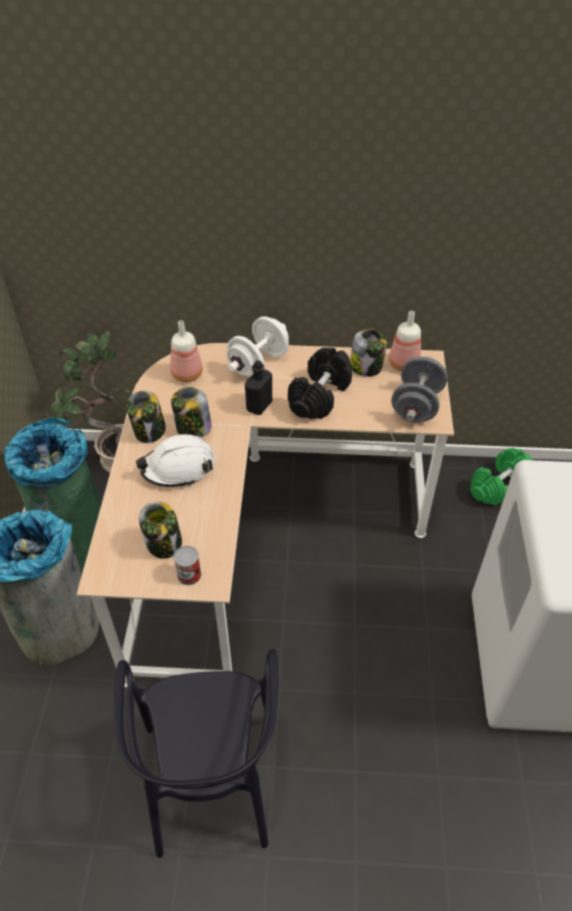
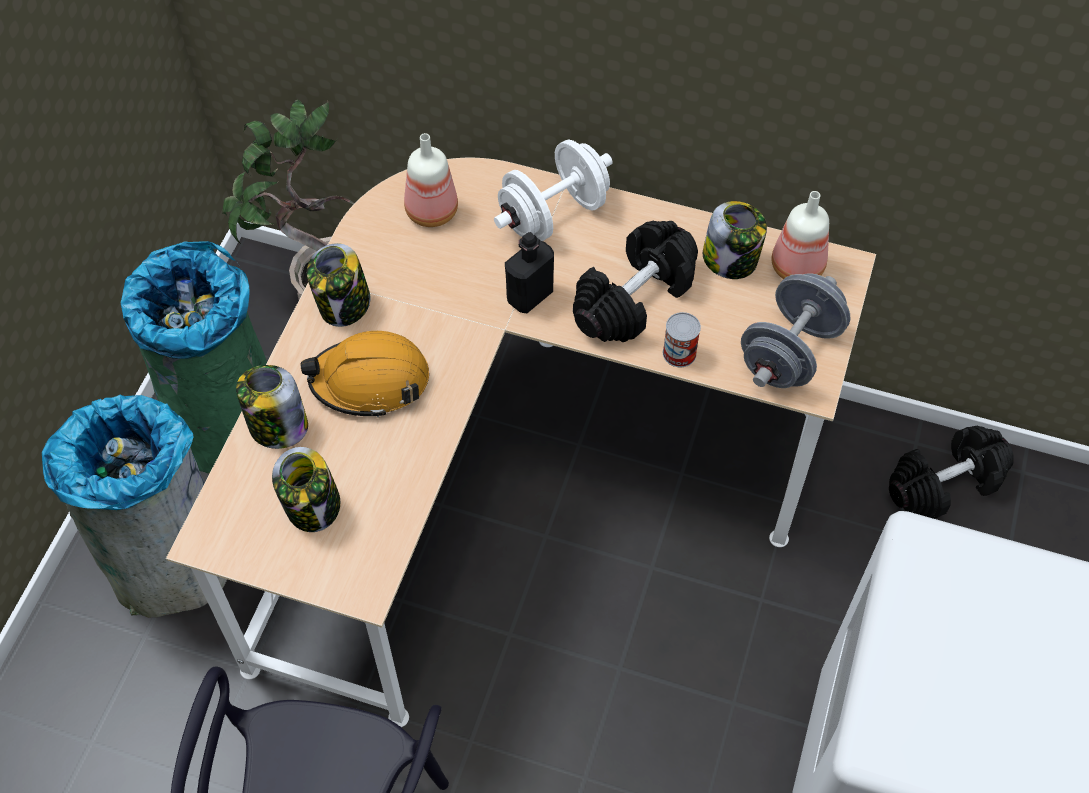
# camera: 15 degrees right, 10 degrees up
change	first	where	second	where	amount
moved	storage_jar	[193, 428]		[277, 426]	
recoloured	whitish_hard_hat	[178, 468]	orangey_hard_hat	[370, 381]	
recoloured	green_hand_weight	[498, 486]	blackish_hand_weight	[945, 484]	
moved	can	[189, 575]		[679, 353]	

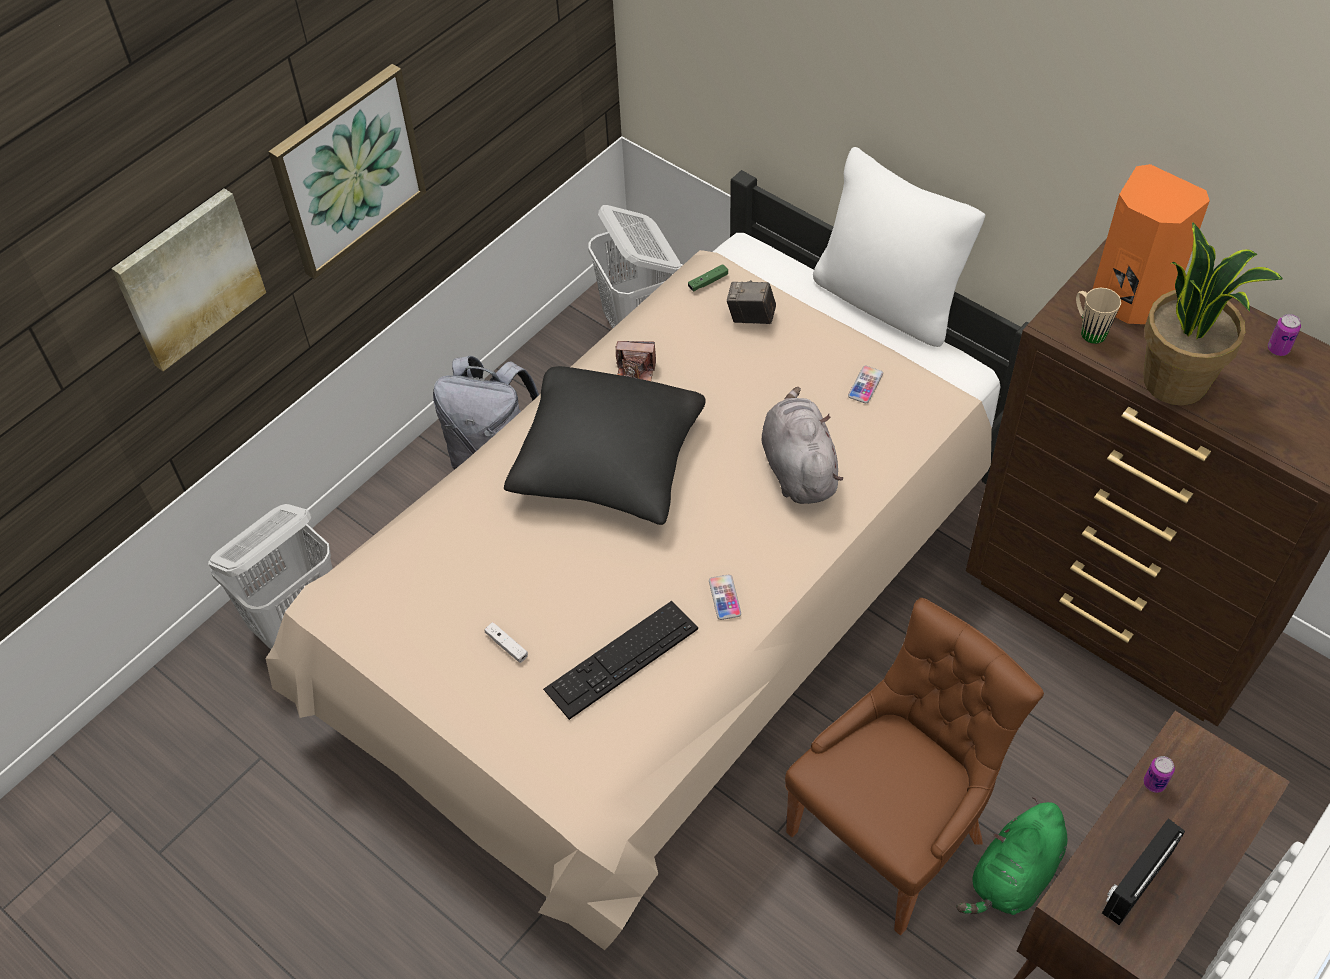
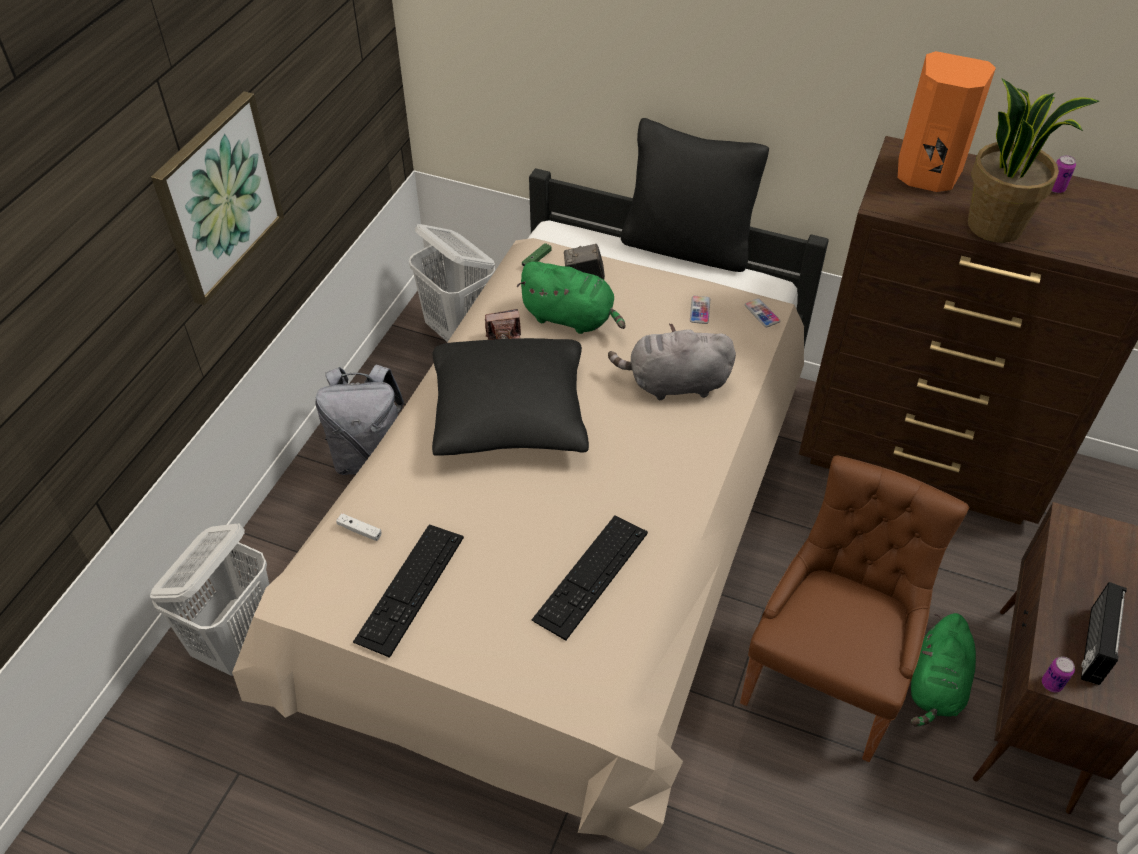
# camera: 20 degrees left, 5 degrees down
change	first	where	second	where	amount
recoloured	whitish_cushion	[888, 301]	blackish_cushion	[687, 246]	
removed	wall_picture	[188, 278]			
removed	sand-coloured_coffee_mug	[1088, 330]			
turned	greyish_soft_toy	[798, 467]		[674, 384]	60 degrees counterclockwise
moved	handset	[724, 598]		[762, 313]	
moved	whitish_joypad	[506, 645]		[359, 530]	
moved	can	[1154, 783]		[1051, 684]	
added			green_soft_toy	[571, 318]	
added			PC_keyboard	[410, 588]	

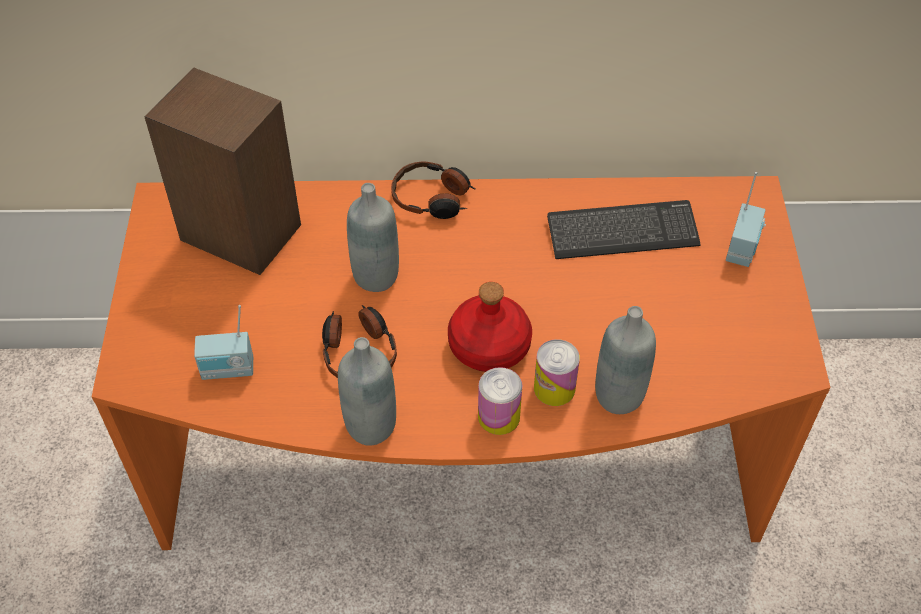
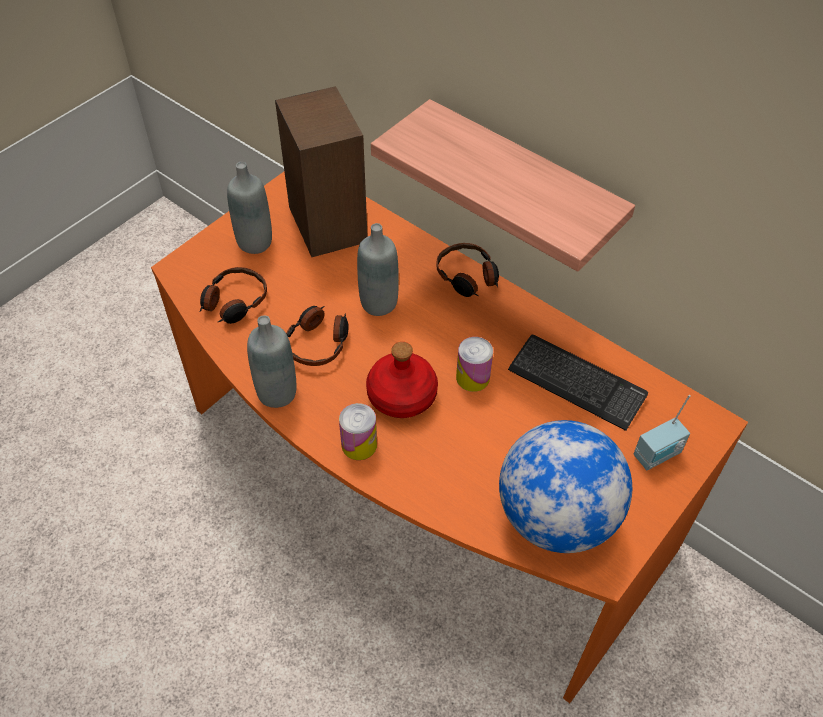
# camera: 40 degrees right, 0 degrees up
change	first	where	second	where	amount
replaced	radio	[228, 370]	headphones	[234, 302]	
moved	greyish_bottle	[619, 396]		[255, 242]	
moved	can	[554, 388]		[472, 377]	
added			shelf	[522, 184]	
added			world_globe	[555, 517]	

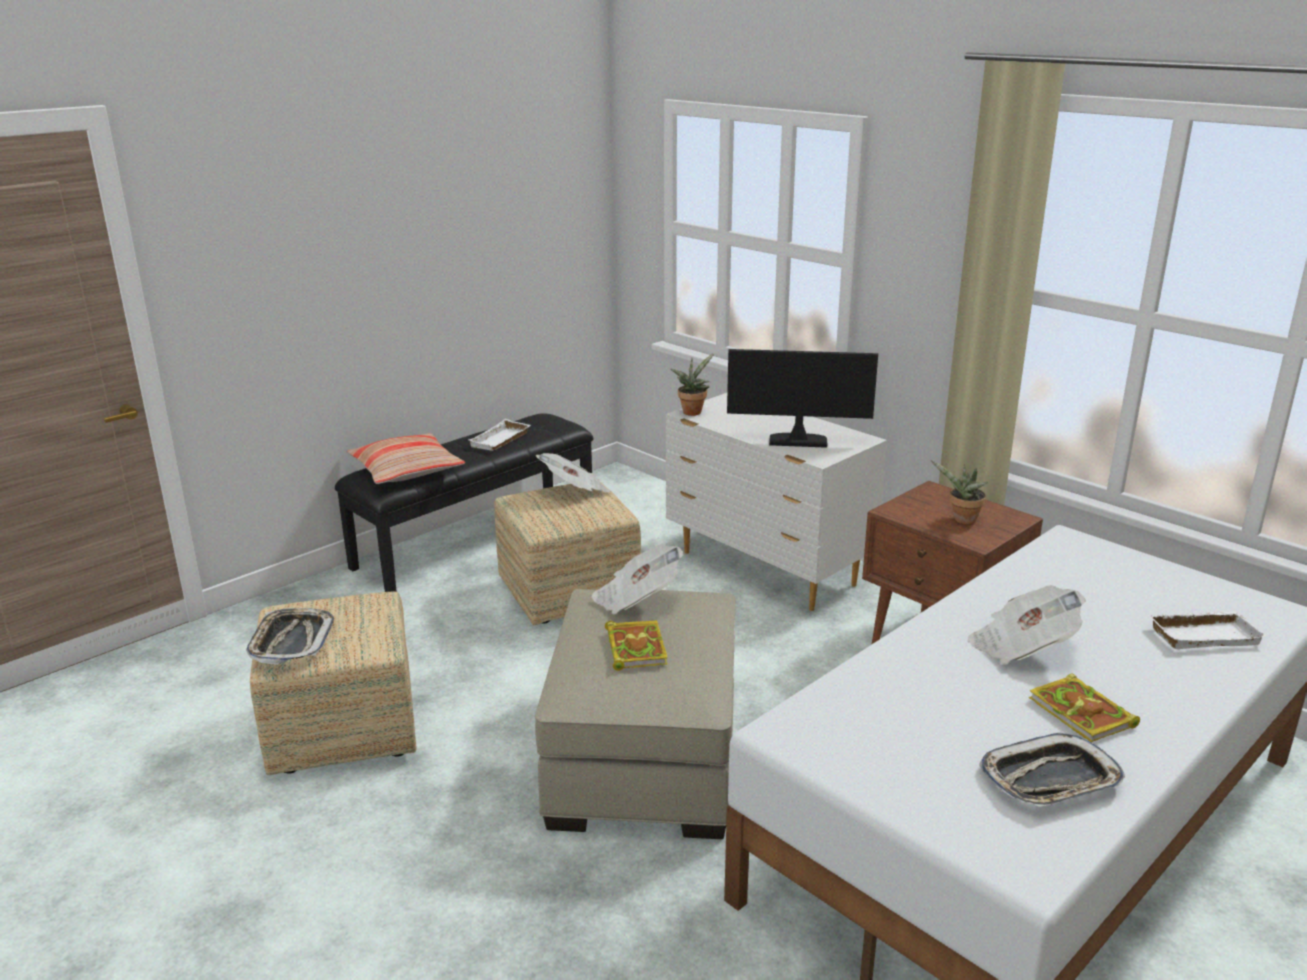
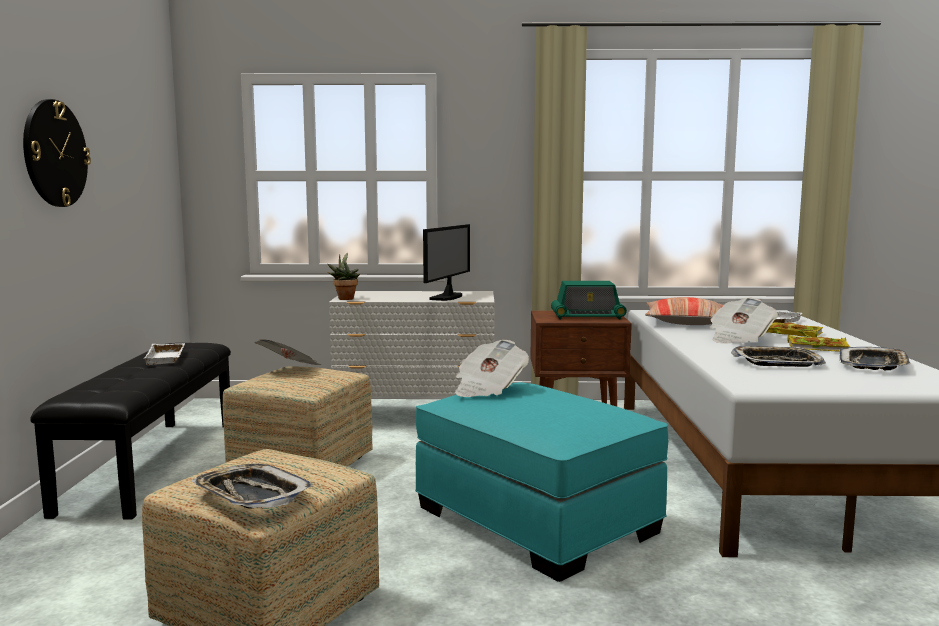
# camera: 45 degrees left, 15 degrees down
change	first	where	second	where	amount
turned	computer_display	[798, 441]		[448, 297]	150 degrees clockwise
moved	cushion	[406, 470]		[686, 322]	
replaced	houseplant	[962, 520]	radio	[587, 317]	
recoloured	sand-coloured_ottoman	[644, 758]	turquoise-coloured_ottoman	[537, 520]	
moved	bound_book	[635, 647]		[791, 333]	
added			hanging_clock	[55, 153]	
added			tray	[777, 362]	

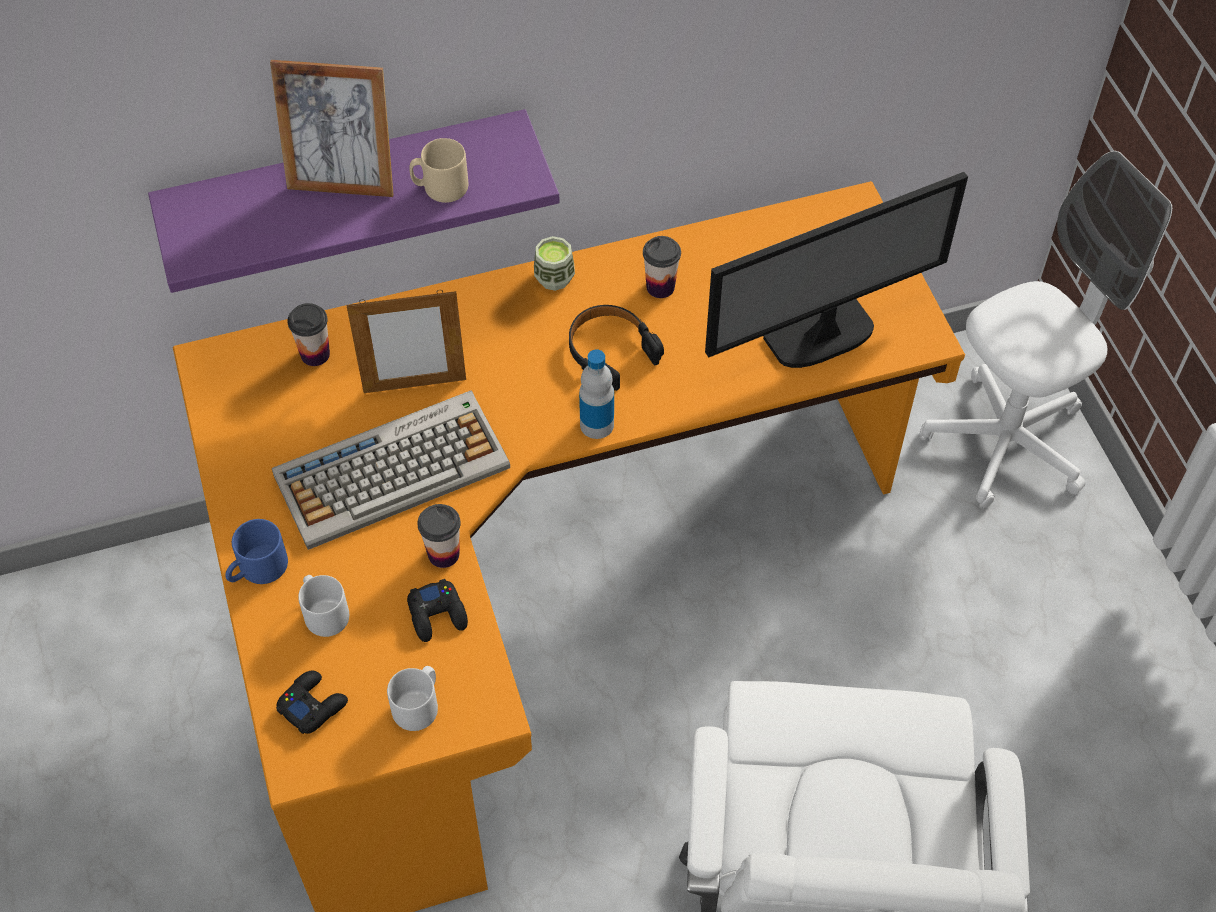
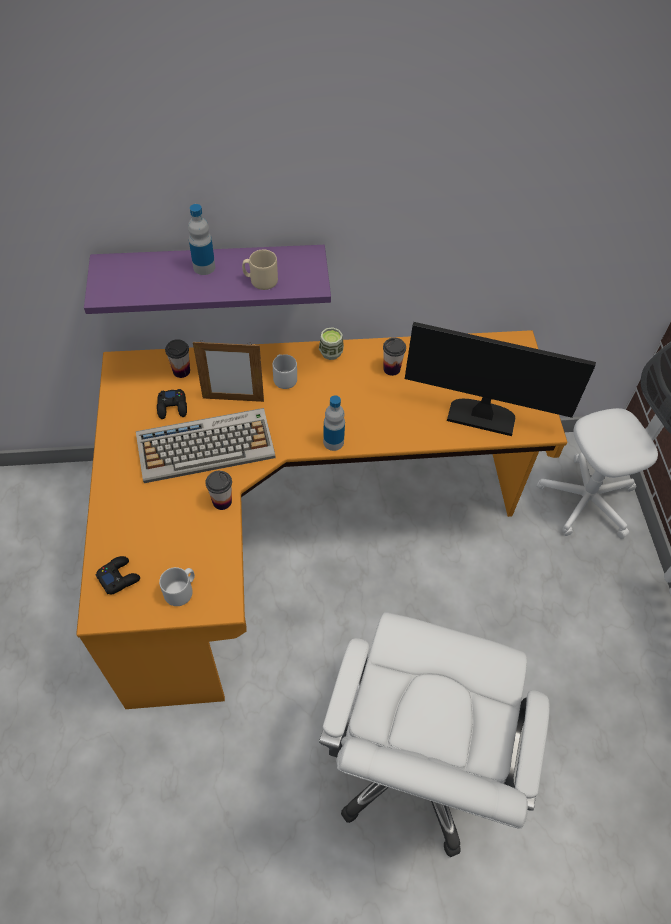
# camera: 10 degrees right, 0 degrees up
change	first	where	second	where	amount
replaced	photo_frame	[343, 181]	bottle	[204, 267]	
turned	computer_display	[822, 338]		[481, 416]	150 degrees counterclockwise
removed	blackish_headphones	[610, 351]			
removed	blue_coffee_mug	[257, 570]			
moved	greyish_coffee_mug	[324, 613]		[284, 378]	
moved	blackish_joypad	[437, 614]		[172, 407]	

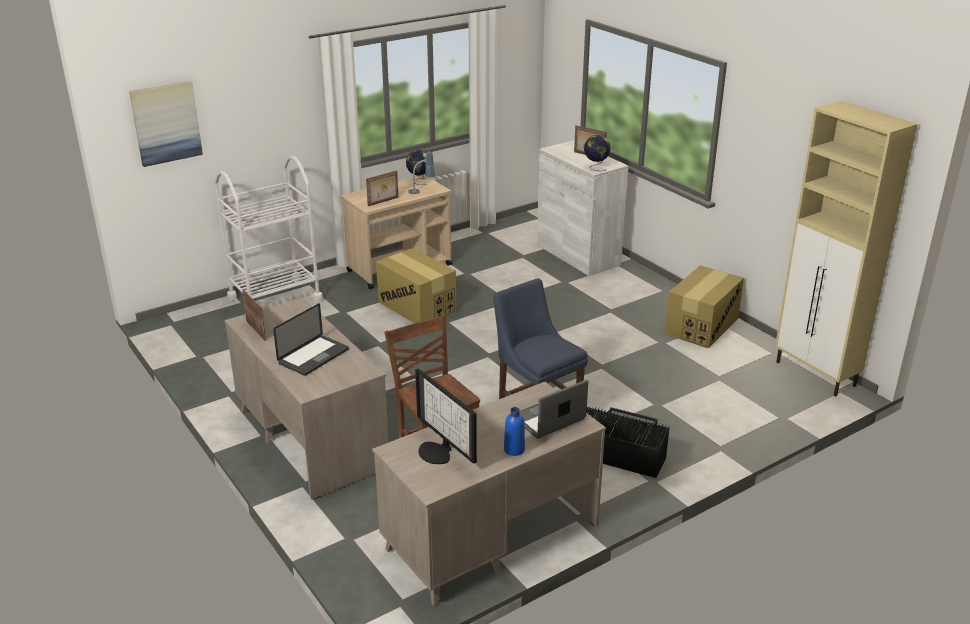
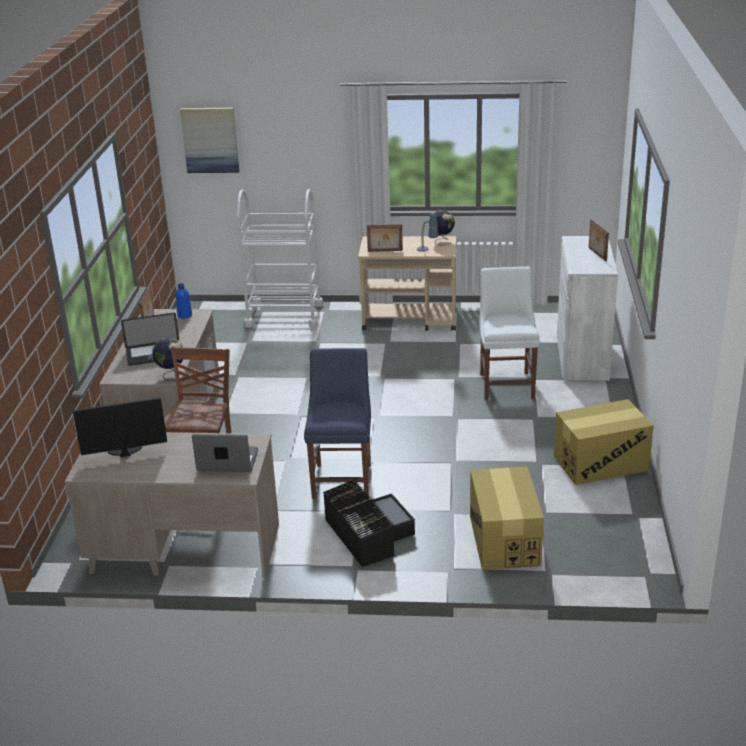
# camera: 40 degrees right, 0 degrees up
change	first	where	second	where	amount
removed	sand-coloured_storage_cabinet	[816, 374]			
moved	world_globe	[596, 167]		[171, 374]	
moved	packing_box	[416, 306]		[504, 540]	
turned	computer_display	[438, 452]		[124, 451]	75 degrees clockwise
moved	blue_bottle	[514, 449]		[184, 315]	
added			whitish_upright_chair	[506, 384]	

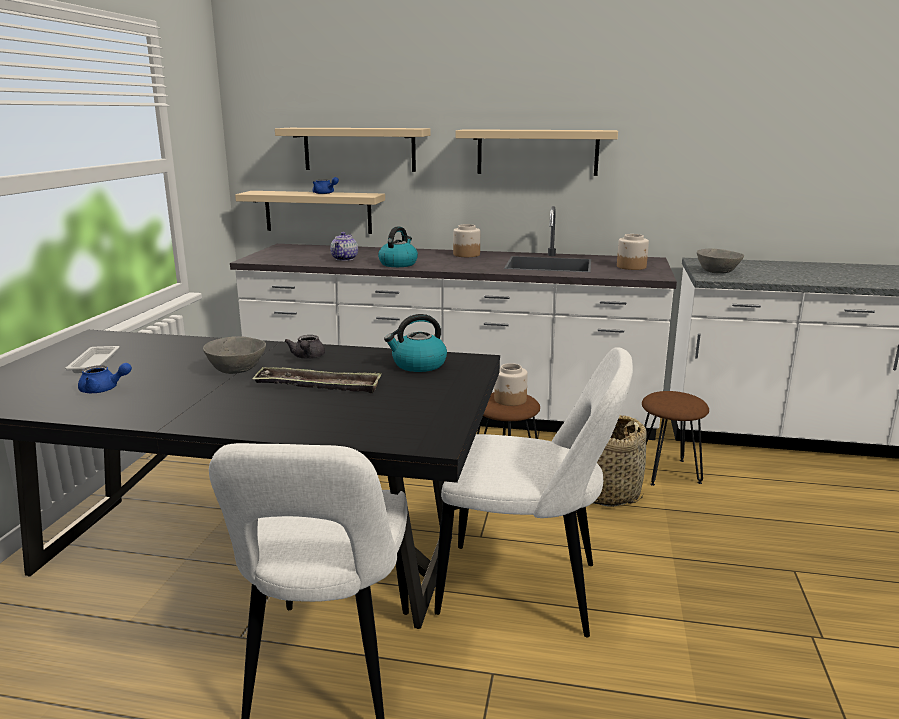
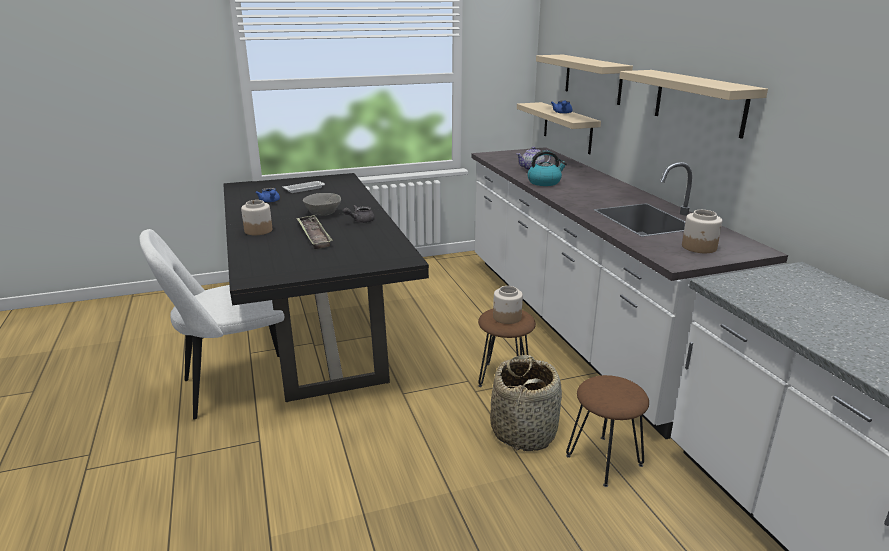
# camera: 60 degrees right, 5 degrees up
change	first	where	second	where	amount
moved	storage_jar	[466, 255]		[258, 230]	
removed	greyish_deep_dish	[717, 272]			
removed	tea_kettle	[418, 365]			
removed	whitish_upright_chair	[527, 590]			

